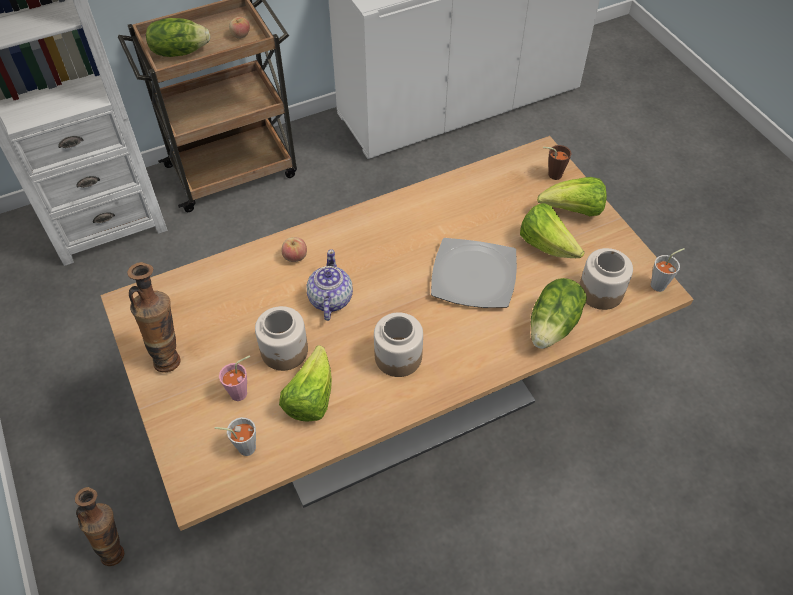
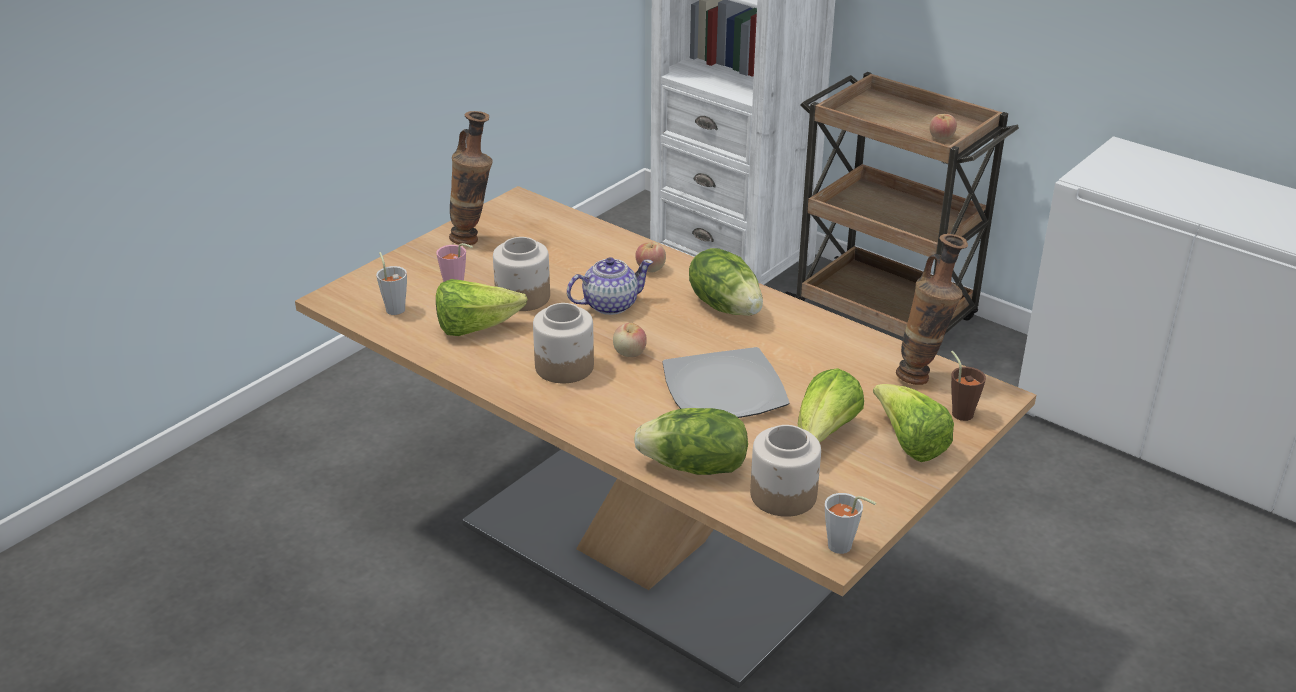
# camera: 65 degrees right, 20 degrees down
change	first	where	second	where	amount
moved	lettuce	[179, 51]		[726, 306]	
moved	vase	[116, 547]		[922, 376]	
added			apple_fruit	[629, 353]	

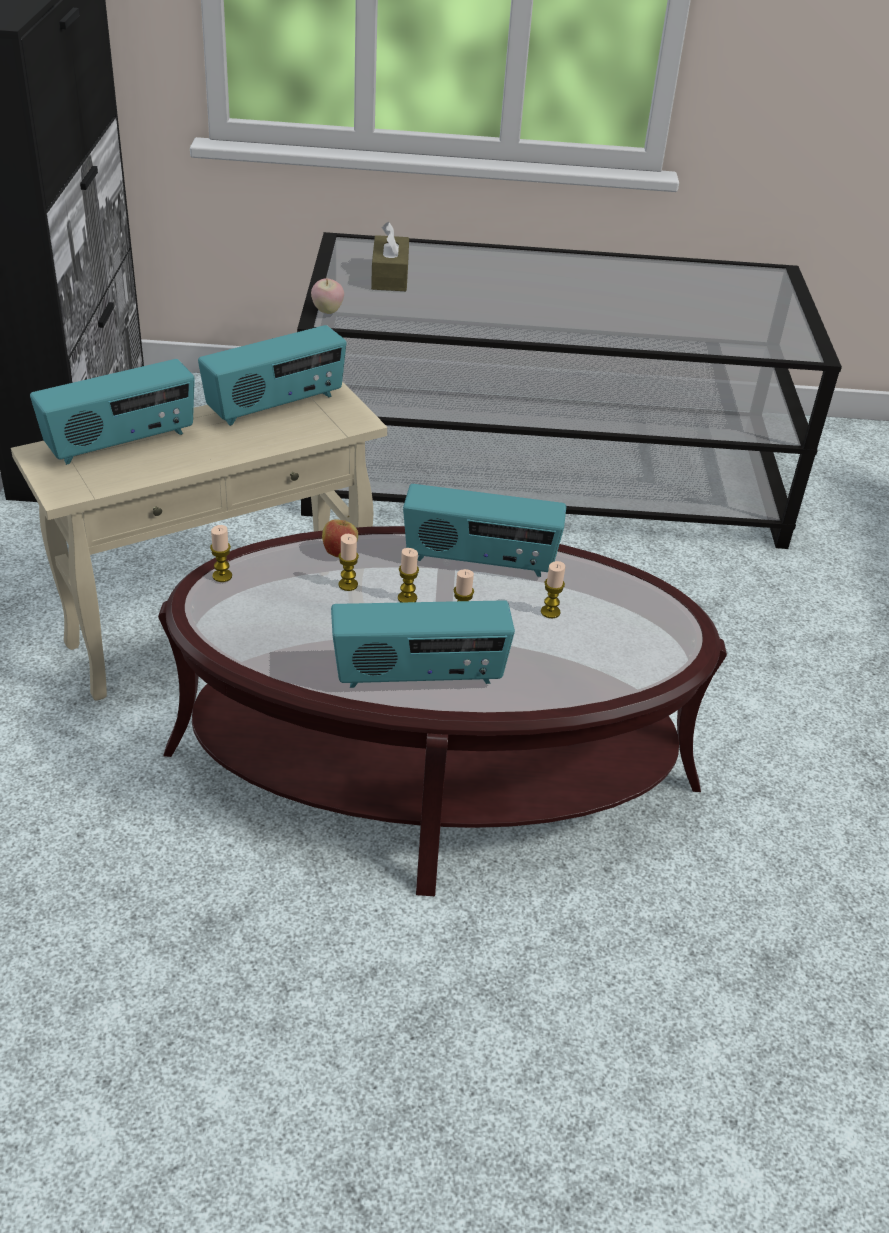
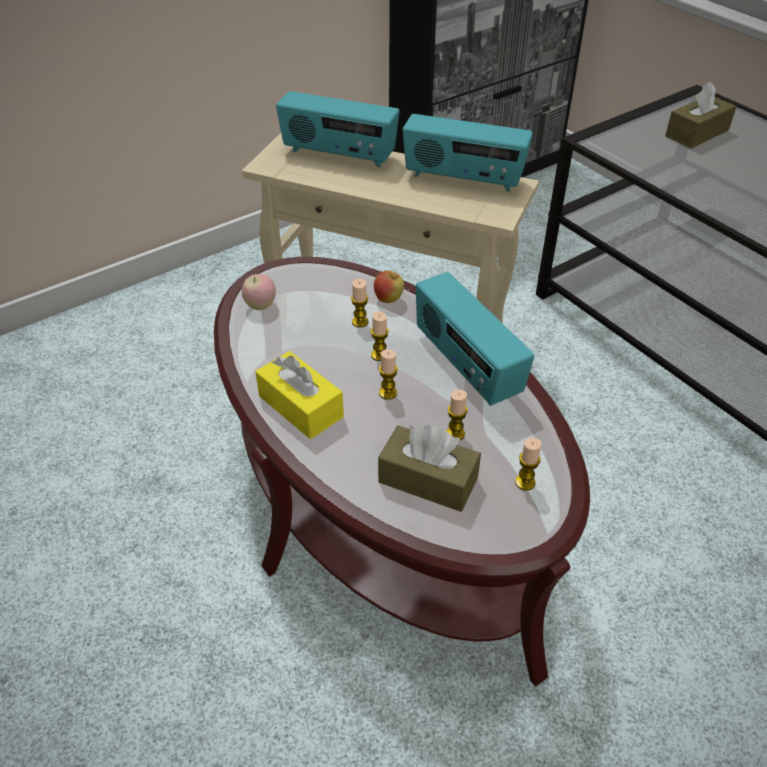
# camera: 55 degrees right, 5 degrees up
change	first	where	second	where	amount
moved	apple_fruit	[327, 311]		[260, 305]	
moved	wax_candle	[222, 576]		[525, 482]	
replaced	radio	[419, 676]	yellowish_box_of_tissues	[301, 406]	
added			brown_box_of_tissues	[428, 480]	

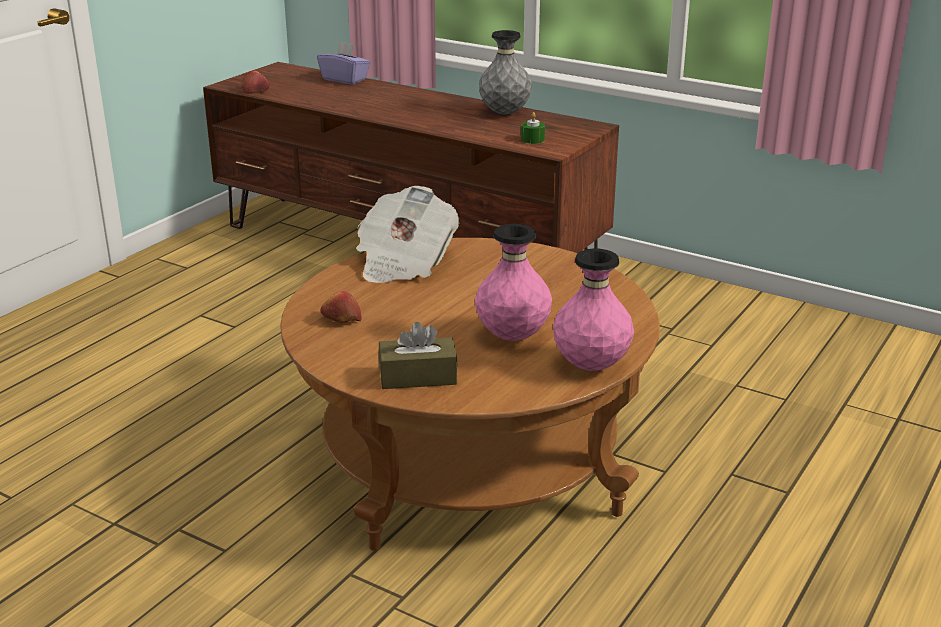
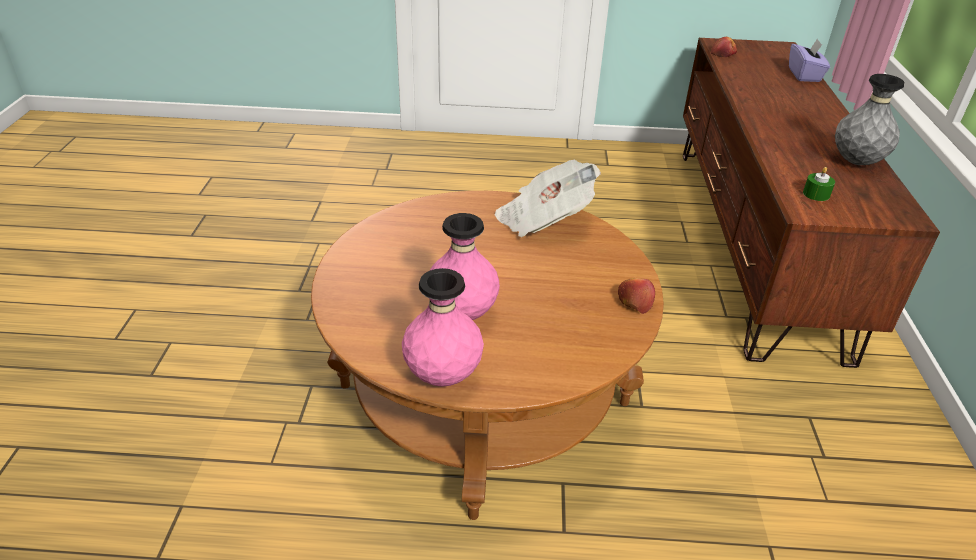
# camera: 60 degrees right, 10 degrees up
change	first	where	second	where	amount
moved	apple_fruit	[341, 319]		[634, 301]	
removed	brown_box_of_tissues	[418, 377]			

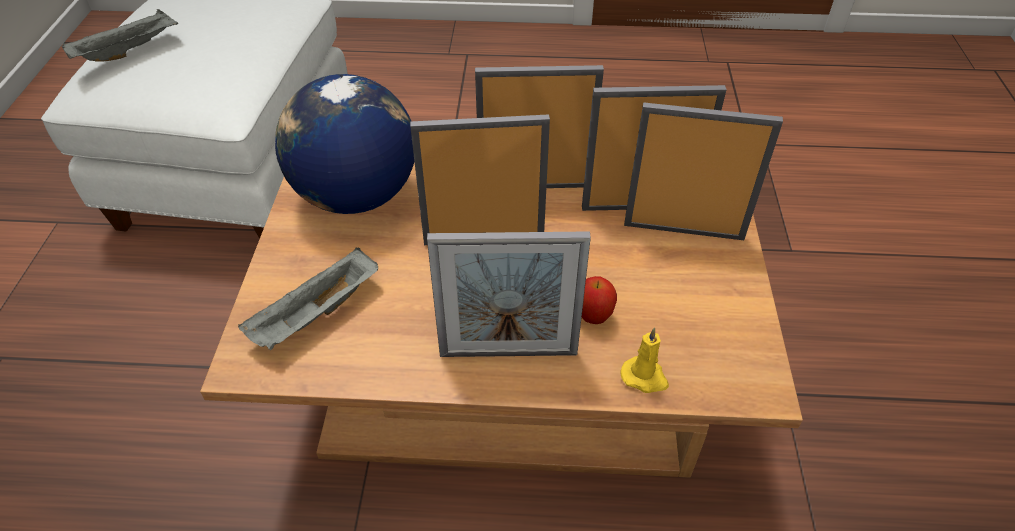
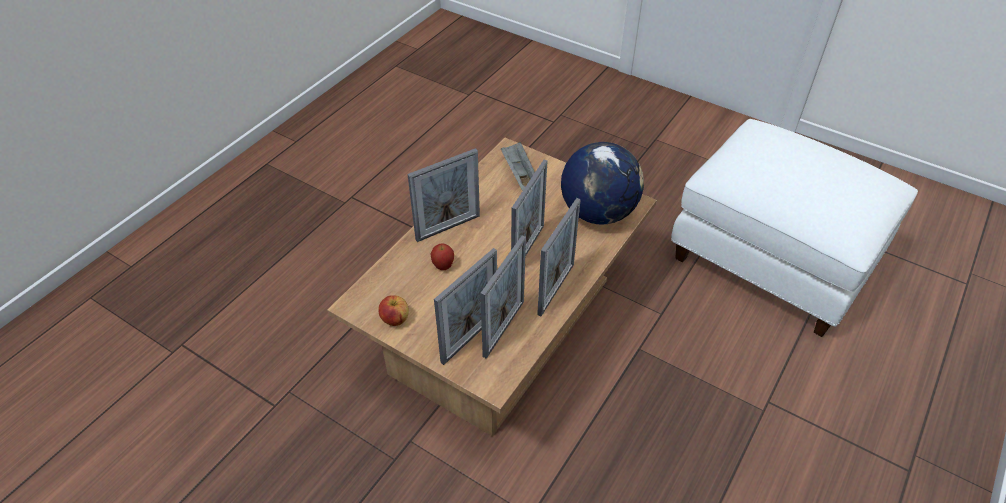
# camera: 120 degrees right, 0 degrees up
change	first	where	second	where	amount
removed	greyish_tray	[129, 51]			
turned	photo_frame	[508, 353]		[448, 228]	150 degrees counterclockwise
removed	yellowish_wax_candle	[645, 377]			
added			apple_fruit	[395, 319]	

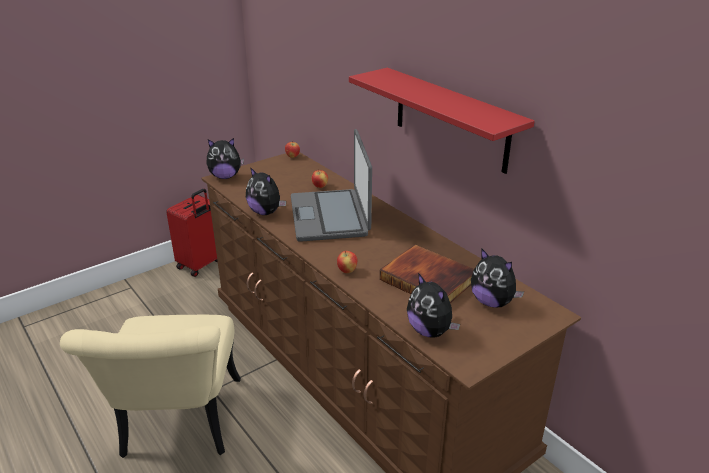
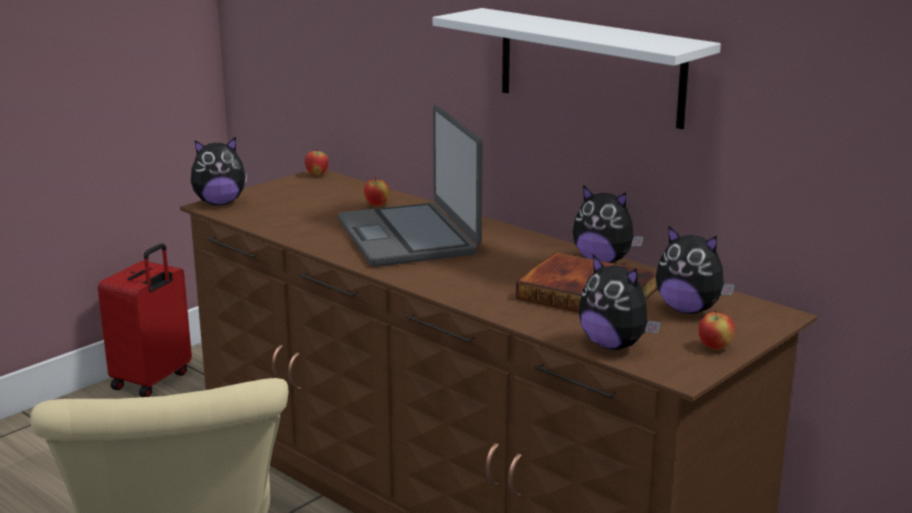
# camera: 10 degrees left, 10 degrees down
change	first	where	second	where	amount
recoloured	red_shelf	[450, 119]	whitish_shelf	[590, 67]	
moved	soft_toy	[266, 212]		[603, 261]	
moved	apple_fruit	[347, 271]		[715, 348]	

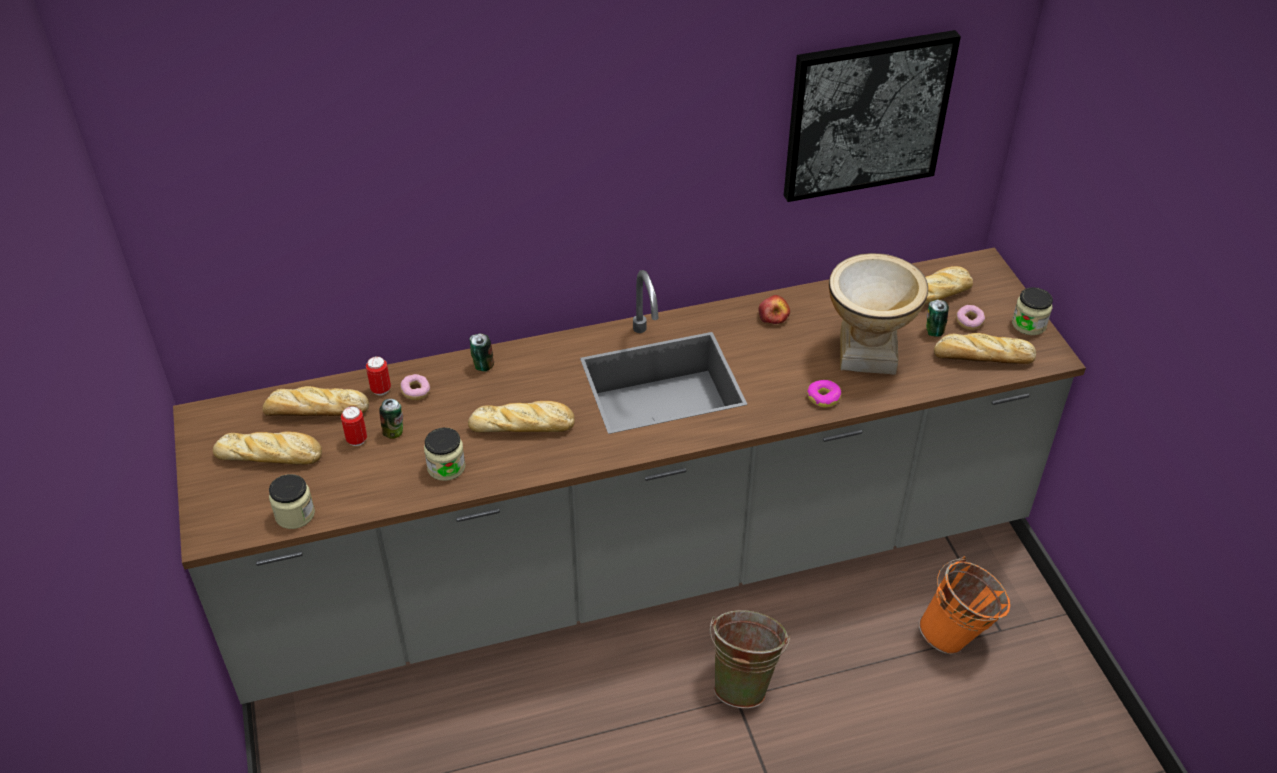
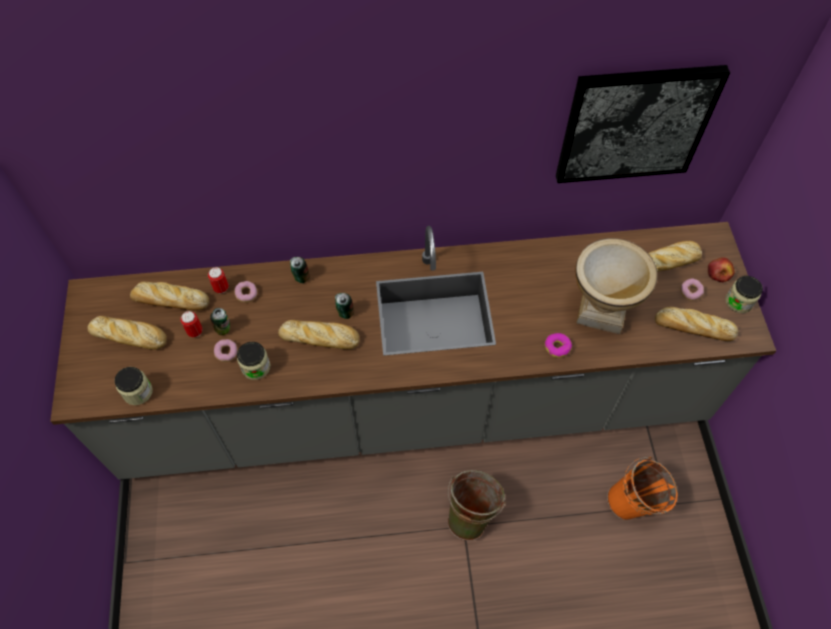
# camera: 10 degrees right, 15 degrees up
change	first	where	second	where	amount
moved	apple_fruit	[773, 316]		[718, 273]	
moved	can	[933, 331]		[345, 313]	
added			doughnut	[226, 353]	

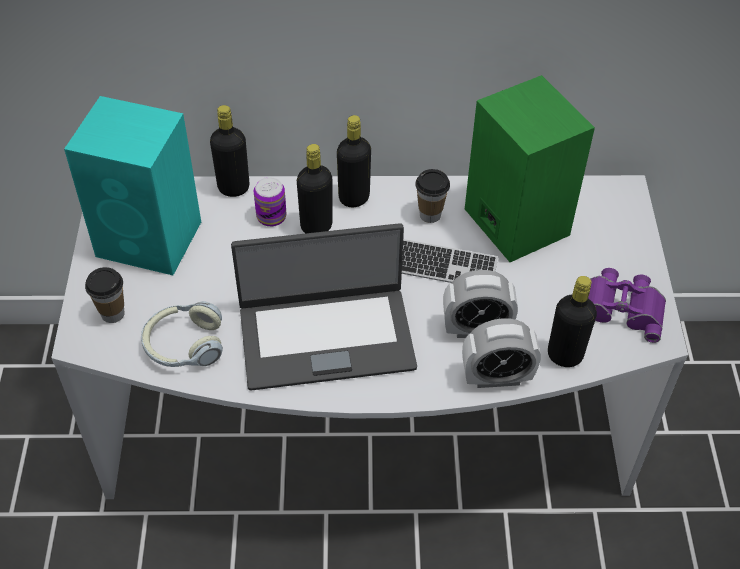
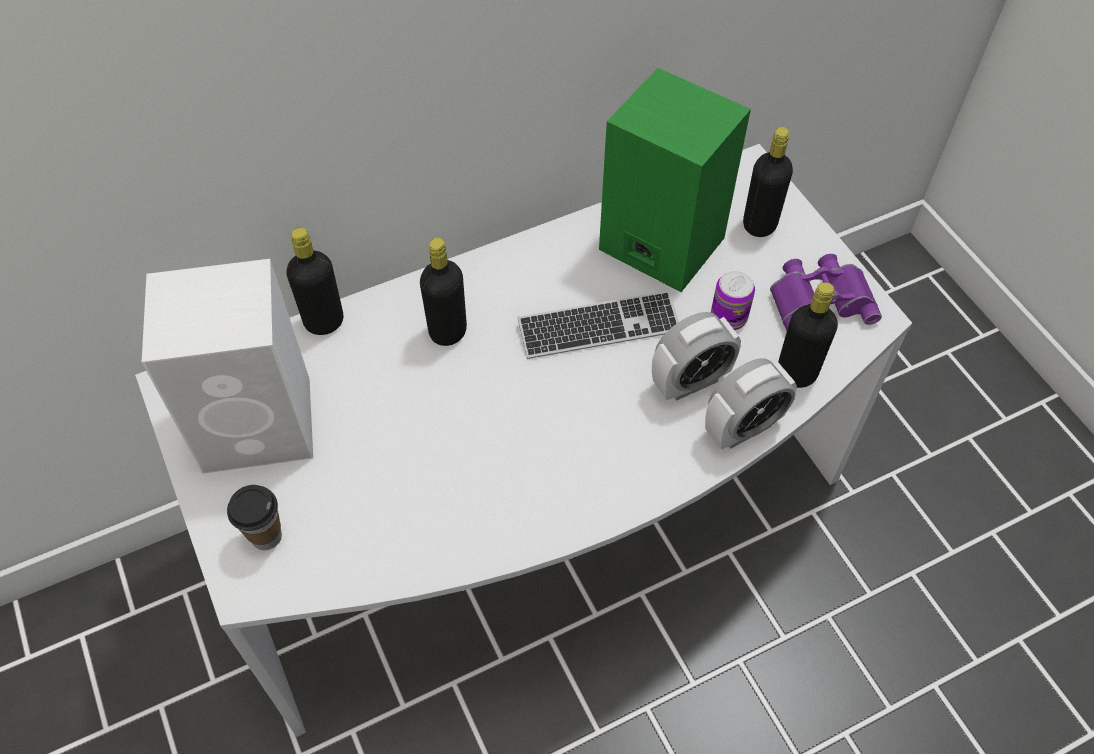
# camera: 25 degrees left, 5 degrees up
change	first	where	second	where	amount
recoloured	turquoise-coloured_loudspeaker	[151, 239]	whitish_loudspeaker	[261, 424]	
moved	blackish_bottle	[354, 198]		[759, 225]	
removed	small_cup	[430, 215]			
moved	can	[271, 217]		[728, 317]	
removed	portable_computer	[326, 336]			
removed	headphones	[184, 345]			

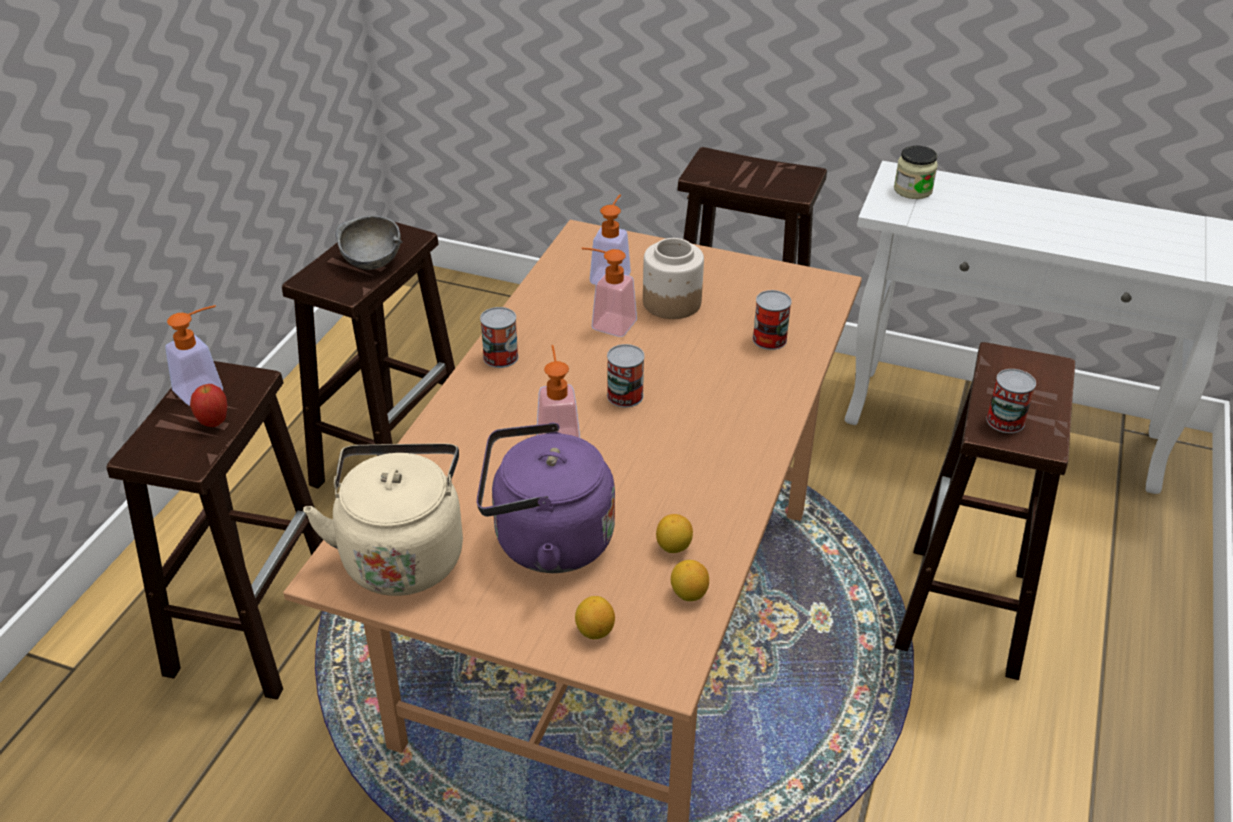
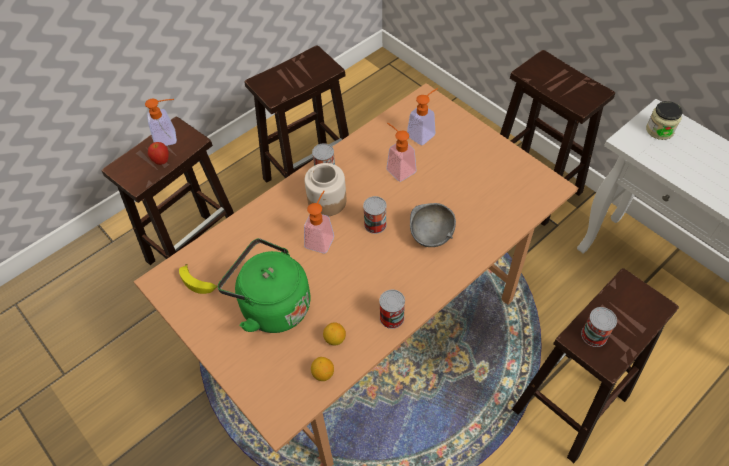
# camera: 30 degrees right, 15 degrees up
change	first	where	second	where	amount
moved	greyish_deep_dish	[372, 262]		[431, 236]	
moved	storage_jar	[671, 302]		[326, 201]	
moved	can	[769, 339]		[392, 317]	
recoloured	purple-coloured_tea_kettle	[545, 541]	green_tea_kettle	[272, 306]	
replaced	sand-coloured_tea_kettle	[402, 554]	banana	[199, 282]	
removed	citrus_fruit	[594, 631]			

